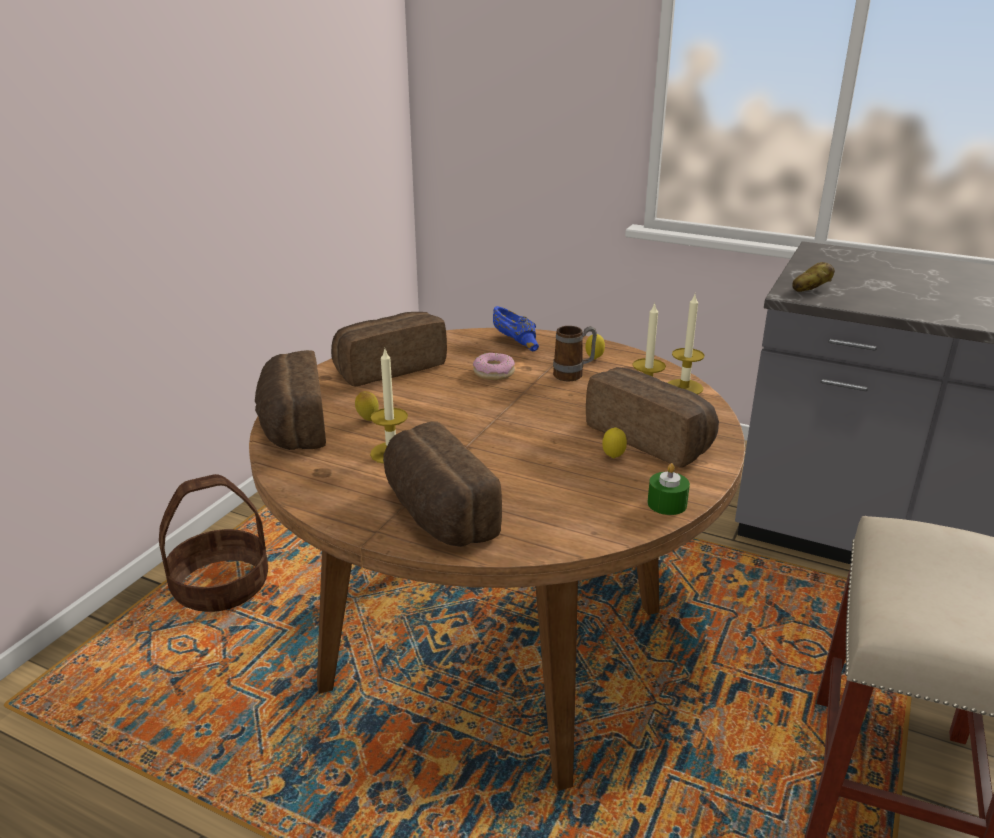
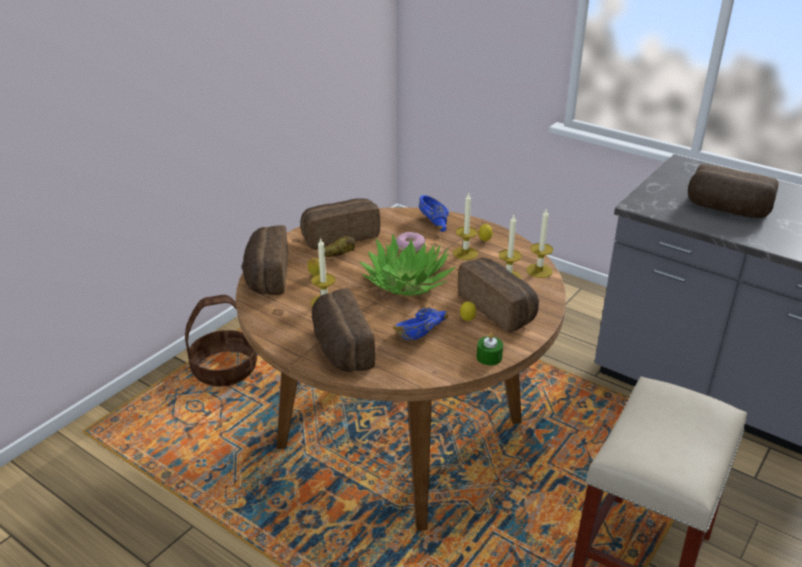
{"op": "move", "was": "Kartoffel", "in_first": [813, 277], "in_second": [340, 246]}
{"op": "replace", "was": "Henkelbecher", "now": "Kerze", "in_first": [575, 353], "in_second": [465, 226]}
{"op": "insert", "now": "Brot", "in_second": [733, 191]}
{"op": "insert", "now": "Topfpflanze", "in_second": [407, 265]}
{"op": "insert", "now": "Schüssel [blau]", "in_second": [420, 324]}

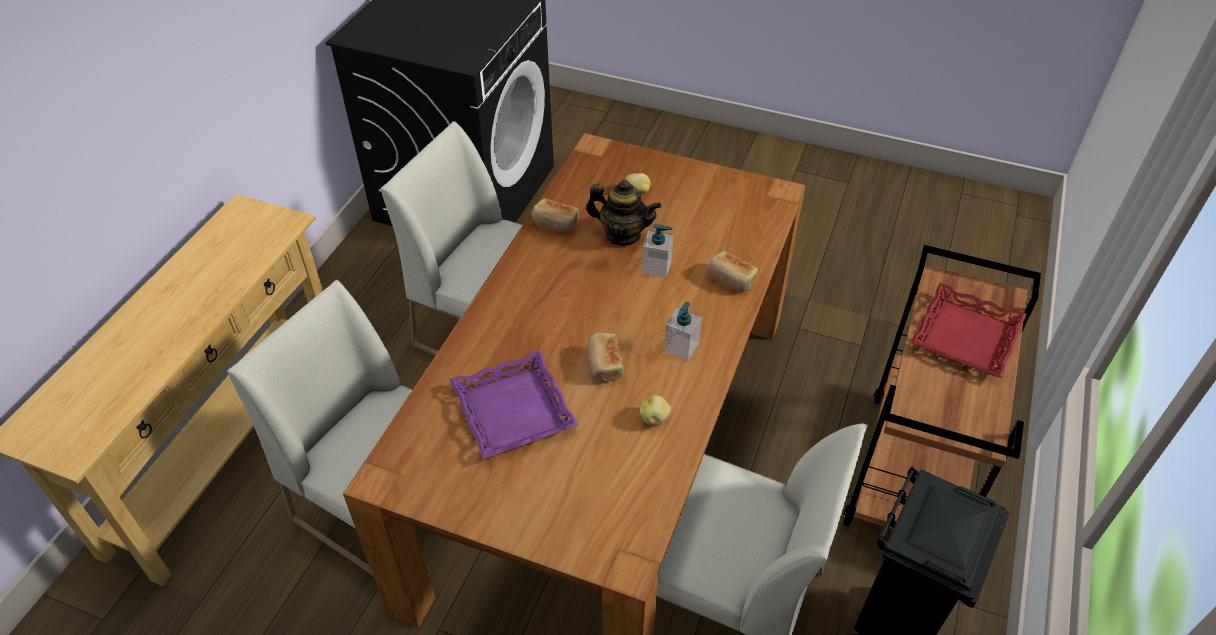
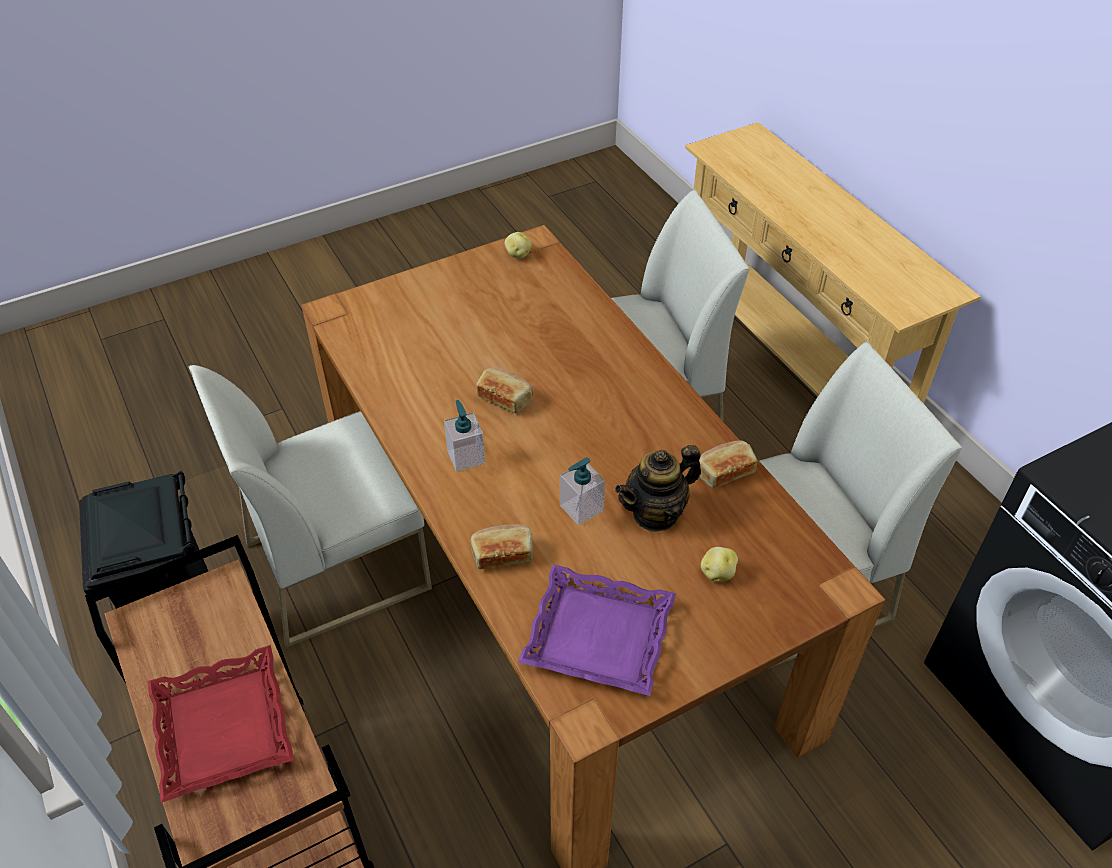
{"op": "move", "was": "Tablett [lila]", "in_first": [513, 404], "in_second": [597, 630]}
{"op": "move", "was": "Kartoffel", "in_first": [655, 410], "in_second": [518, 245]}

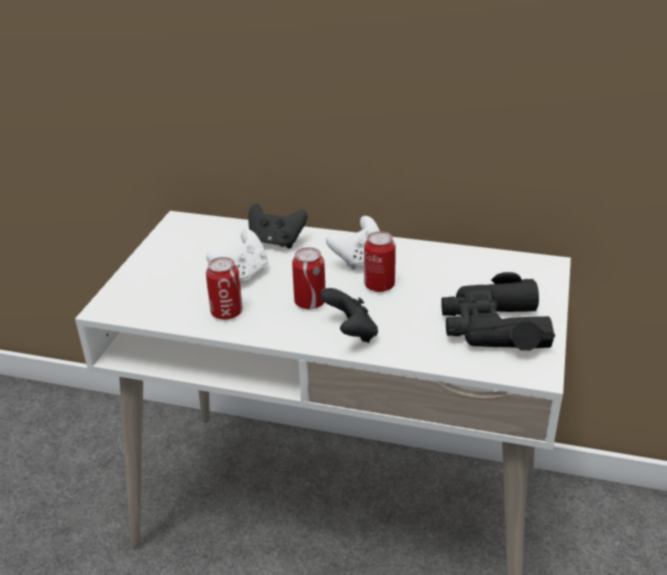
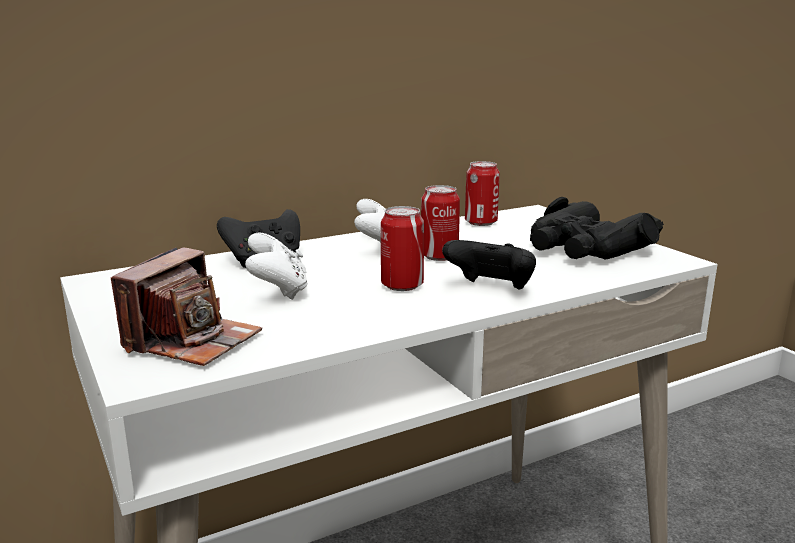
{"op": "move", "was": "Dose", "in_first": [224, 288], "in_second": [482, 193]}
{"op": "insert", "now": "Kamera", "in_second": [186, 306]}

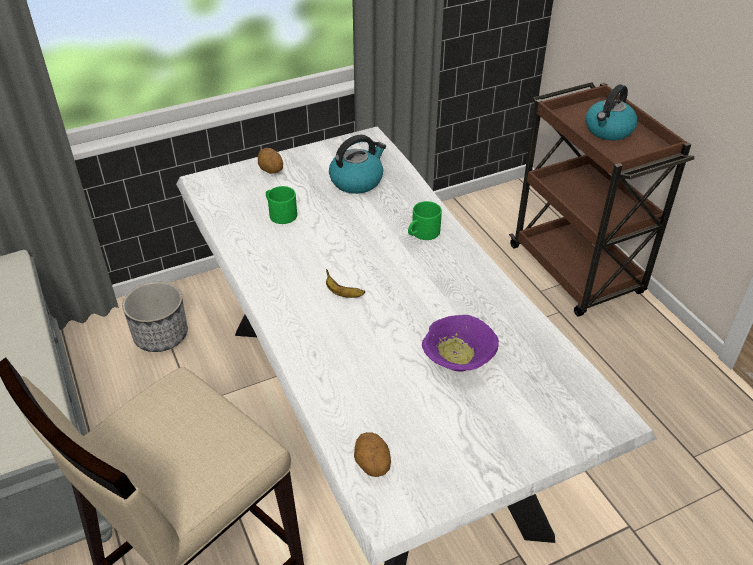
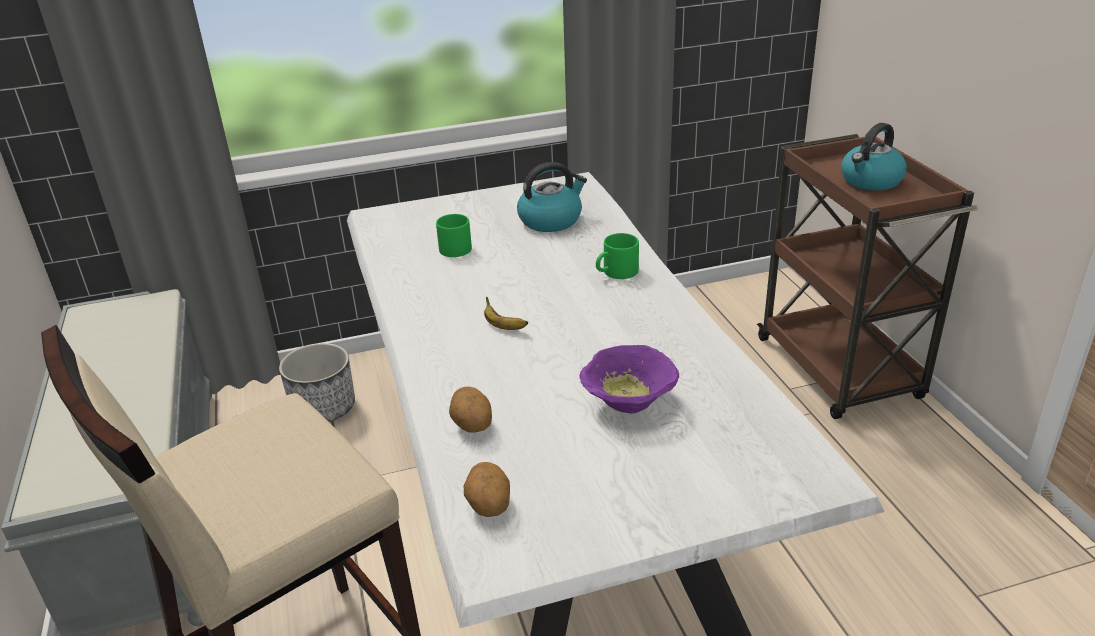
{"op": "move", "was": "Kartoffel", "in_first": [270, 161], "in_second": [470, 410]}

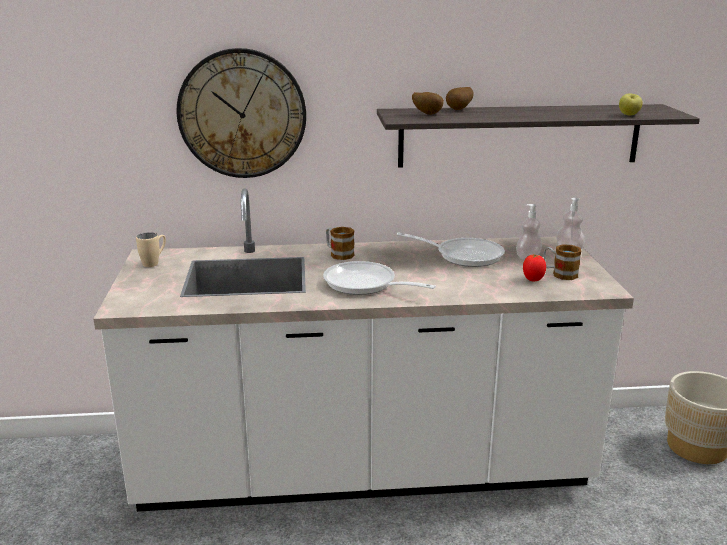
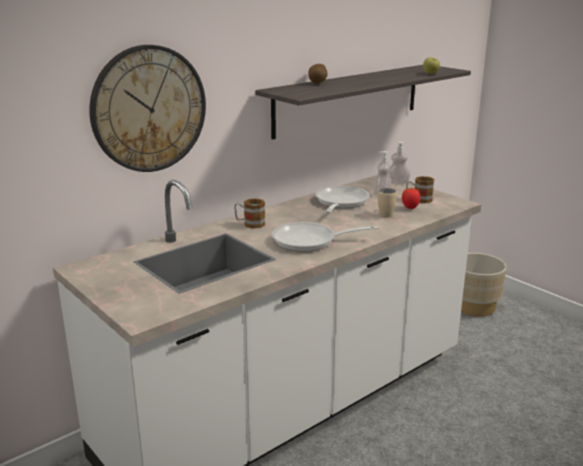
{"op": "delete", "was": "Kartoffel", "in_first": [428, 103]}
{"op": "move", "was": "Henkelbecher [beige]", "in_first": [151, 249], "in_second": [387, 203]}
{"op": "rotate", "was": "Pfanne", "in_first": [451, 249], "in_second": [343, 199], "clockwise": -60}

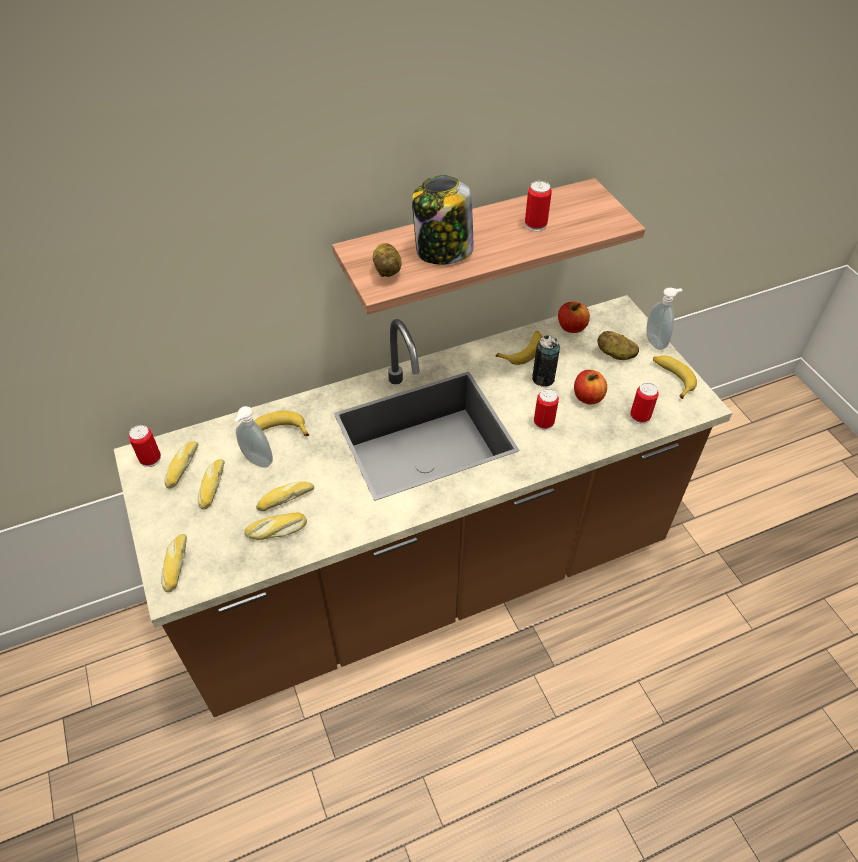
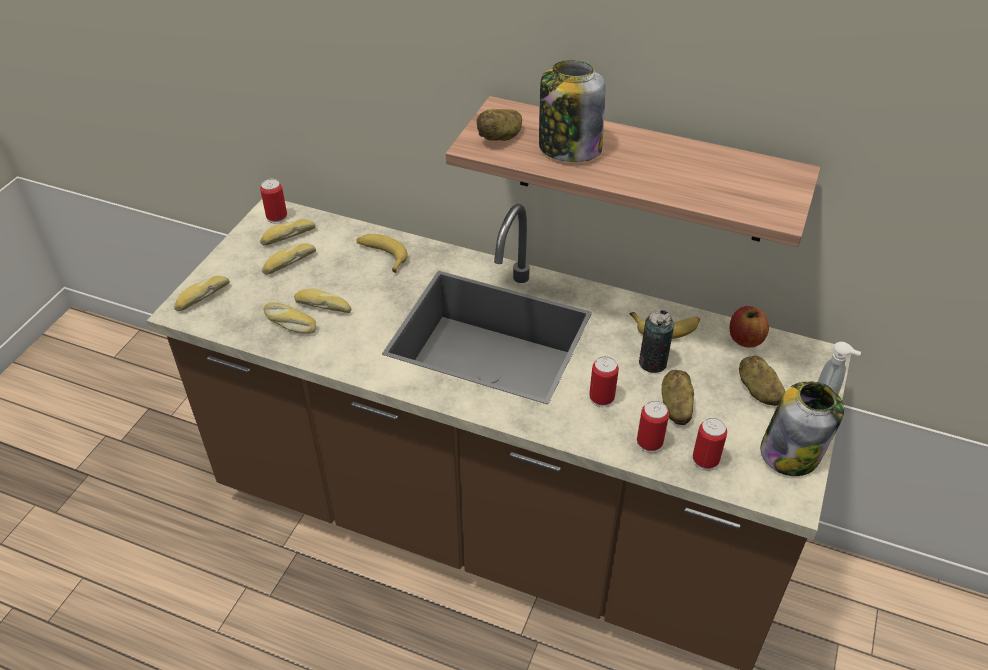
{"op": "move", "was": "Dose", "in_first": [538, 206], "in_second": [653, 426]}
{"op": "replace", "was": "Banane", "now": "Vorratsglas", "in_first": [675, 377], "in_second": [802, 428]}
{"op": "replace", "was": "Apfel", "now": "Kartoffel", "in_first": [590, 387], "in_second": [678, 397]}
{"op": "delete", "was": "Seifenspender", "in_first": [253, 437]}

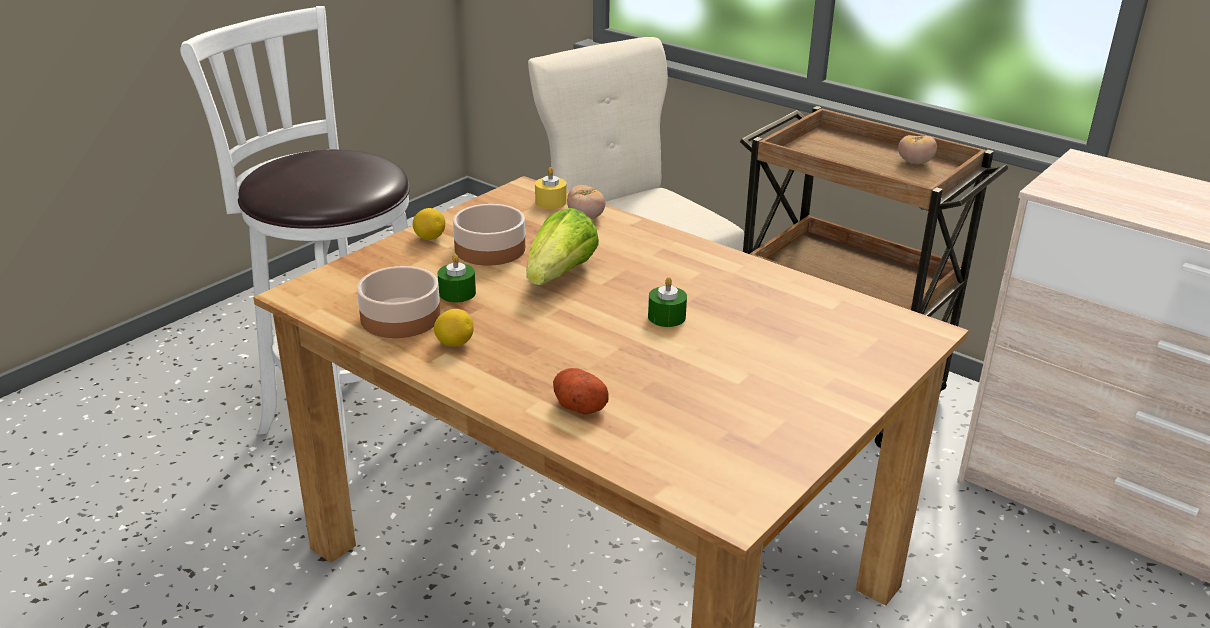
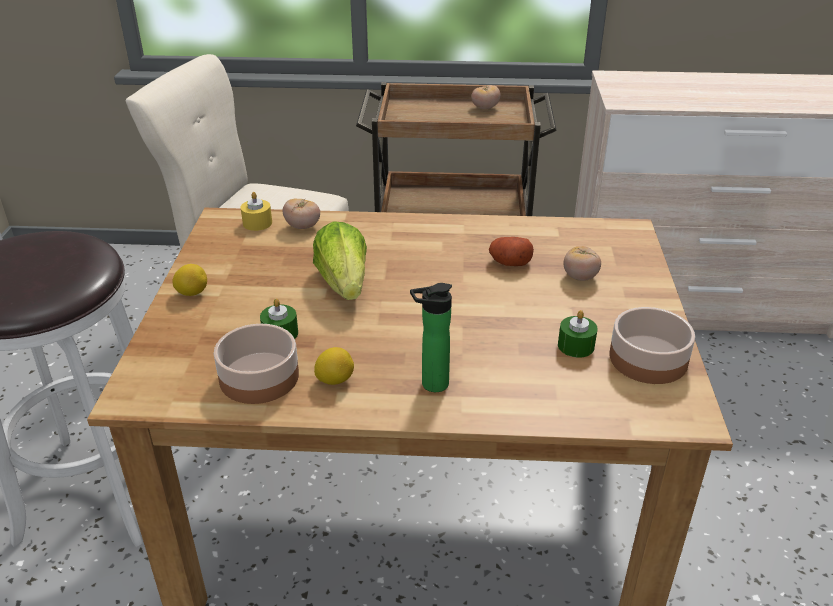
{"op": "move", "was": "Schüssel", "in_first": [489, 235], "in_second": [652, 345]}
{"op": "move", "was": "Kerze [grün]", "in_first": [667, 302], "in_second": [578, 334]}
{"op": "move", "was": "Kartoffel", "in_first": [581, 391], "in_second": [511, 251]}
{"op": "insert", "now": "Tomate", "in_second": [582, 263]}
{"op": "insert", "now": "Flasche", "in_second": [431, 337]}

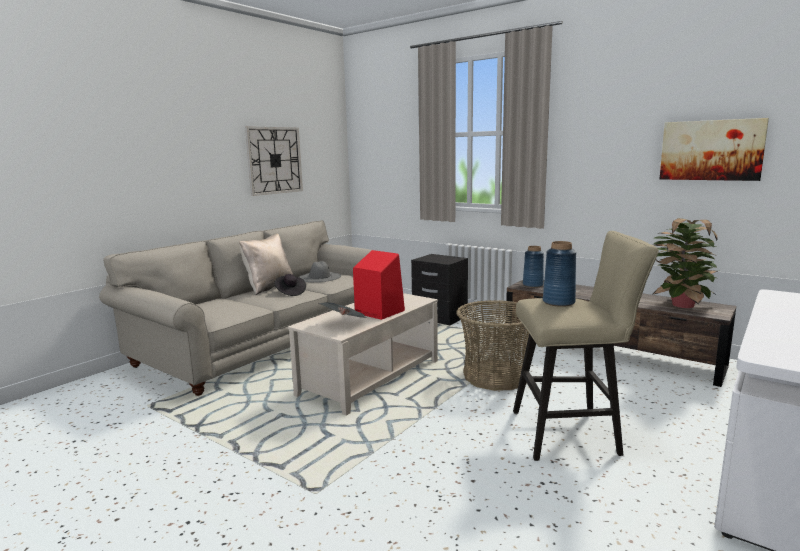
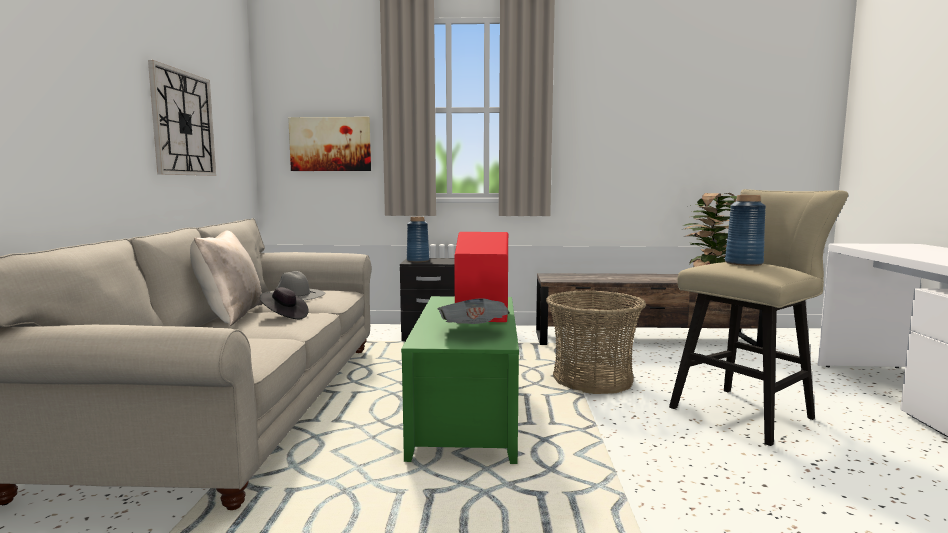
{"op": "move", "was": "Bild", "in_first": [714, 149], "in_second": [329, 144]}
{"op": "move", "was": "Vase [blau]", "in_first": [533, 267], "in_second": [418, 239]}
{"op": "recolor", "was": "Couchtisch [beige]", "now": "Couchtisch [grün]", "in_first": [363, 354], "in_second": [460, 380]}

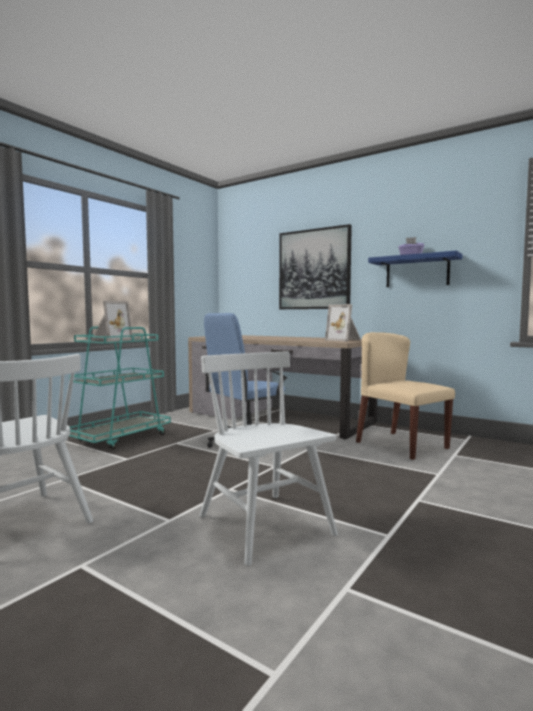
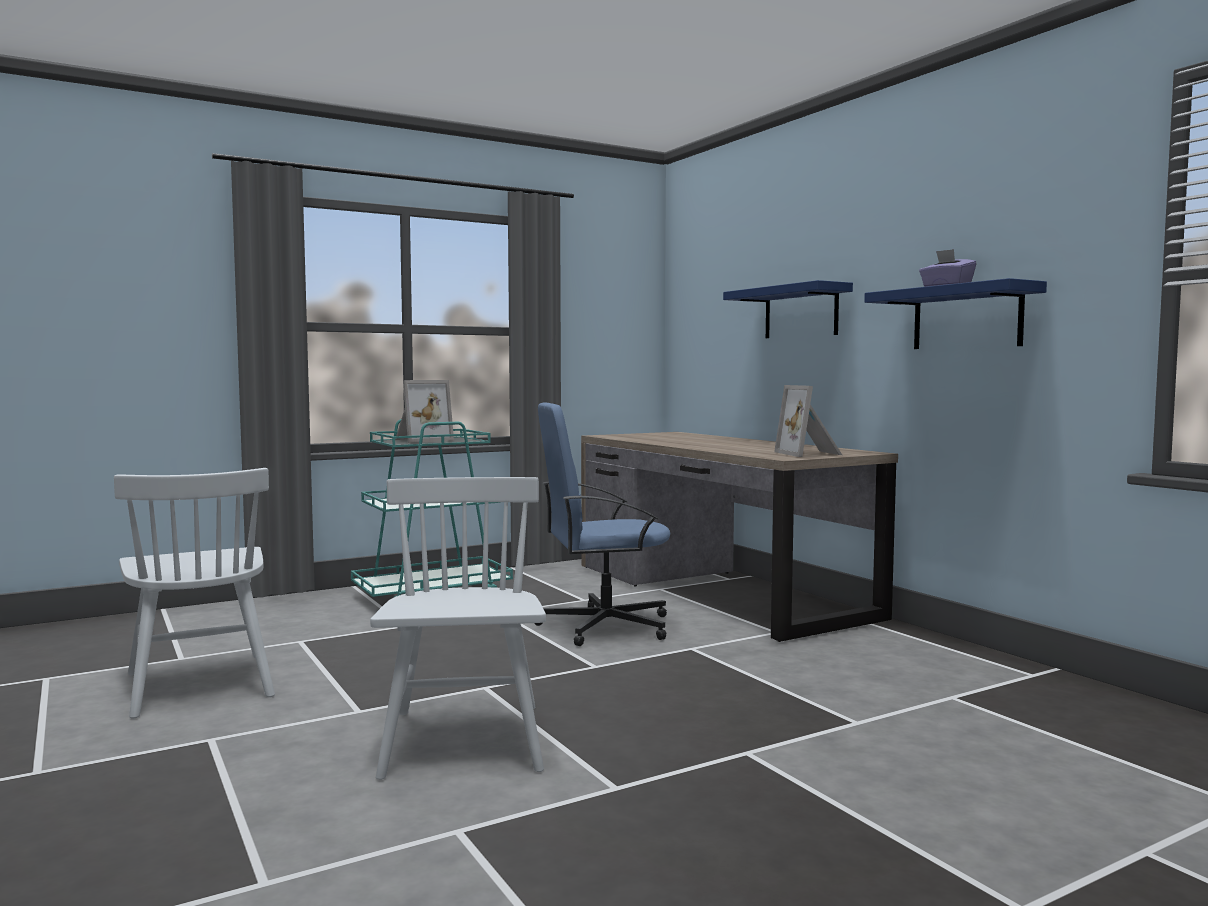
{"op": "replace", "was": "Bild", "now": "Wandregal [blau]", "in_first": [315, 266], "in_second": [788, 309]}
{"op": "delete", "was": "Stuhl [beige]", "in_first": [405, 396]}

